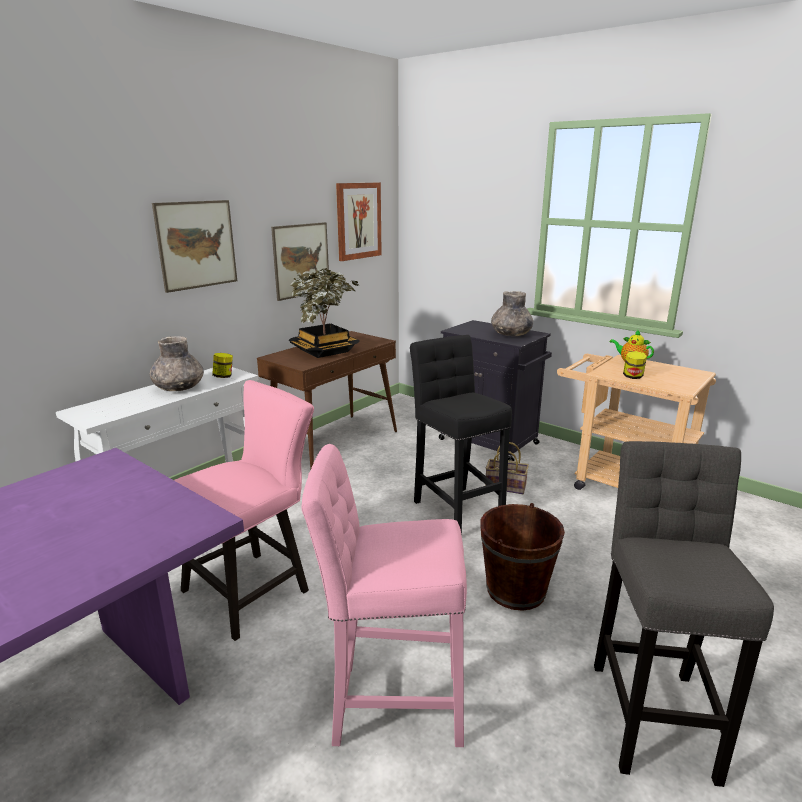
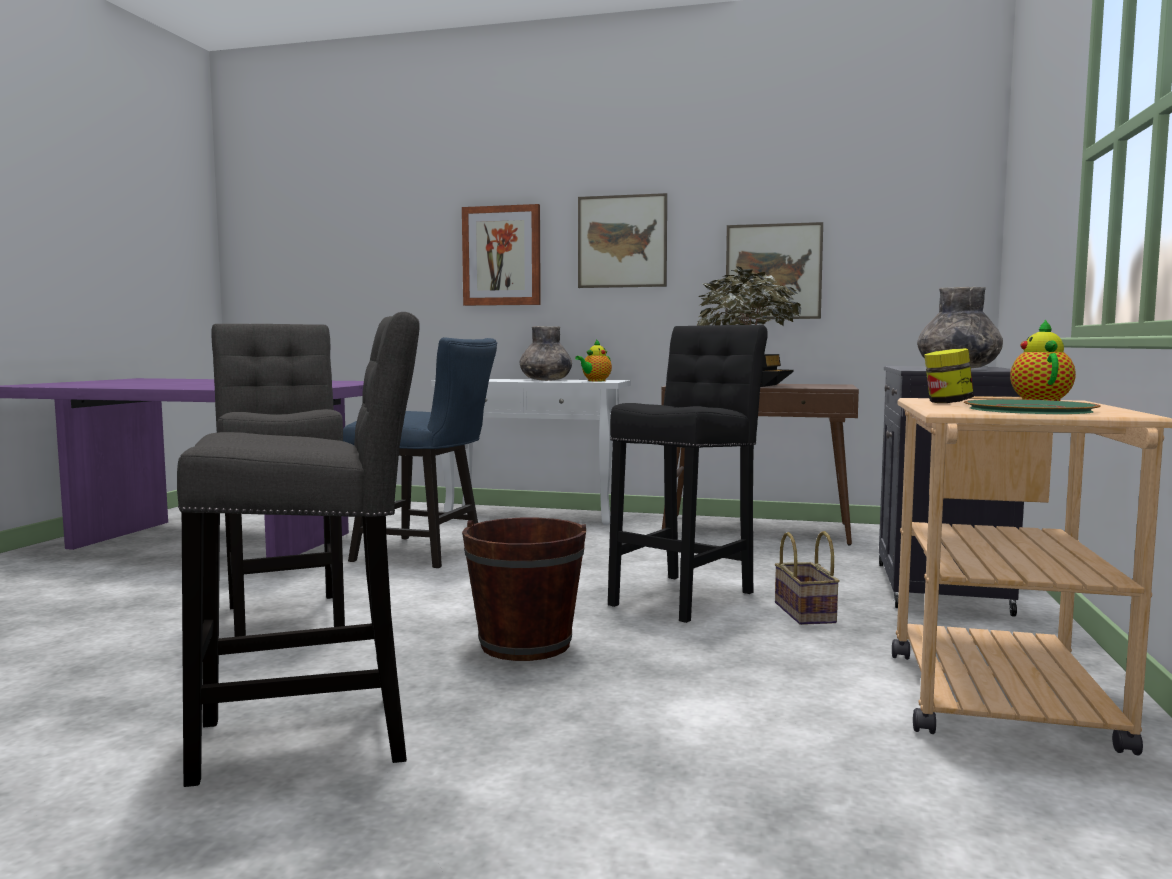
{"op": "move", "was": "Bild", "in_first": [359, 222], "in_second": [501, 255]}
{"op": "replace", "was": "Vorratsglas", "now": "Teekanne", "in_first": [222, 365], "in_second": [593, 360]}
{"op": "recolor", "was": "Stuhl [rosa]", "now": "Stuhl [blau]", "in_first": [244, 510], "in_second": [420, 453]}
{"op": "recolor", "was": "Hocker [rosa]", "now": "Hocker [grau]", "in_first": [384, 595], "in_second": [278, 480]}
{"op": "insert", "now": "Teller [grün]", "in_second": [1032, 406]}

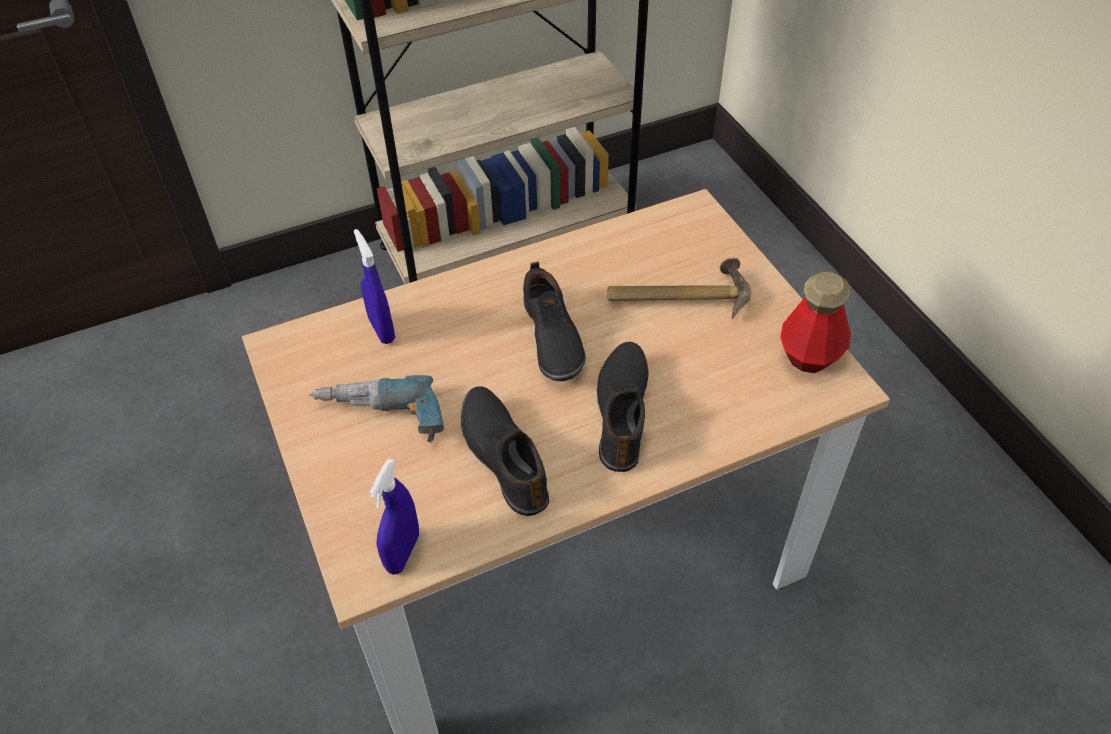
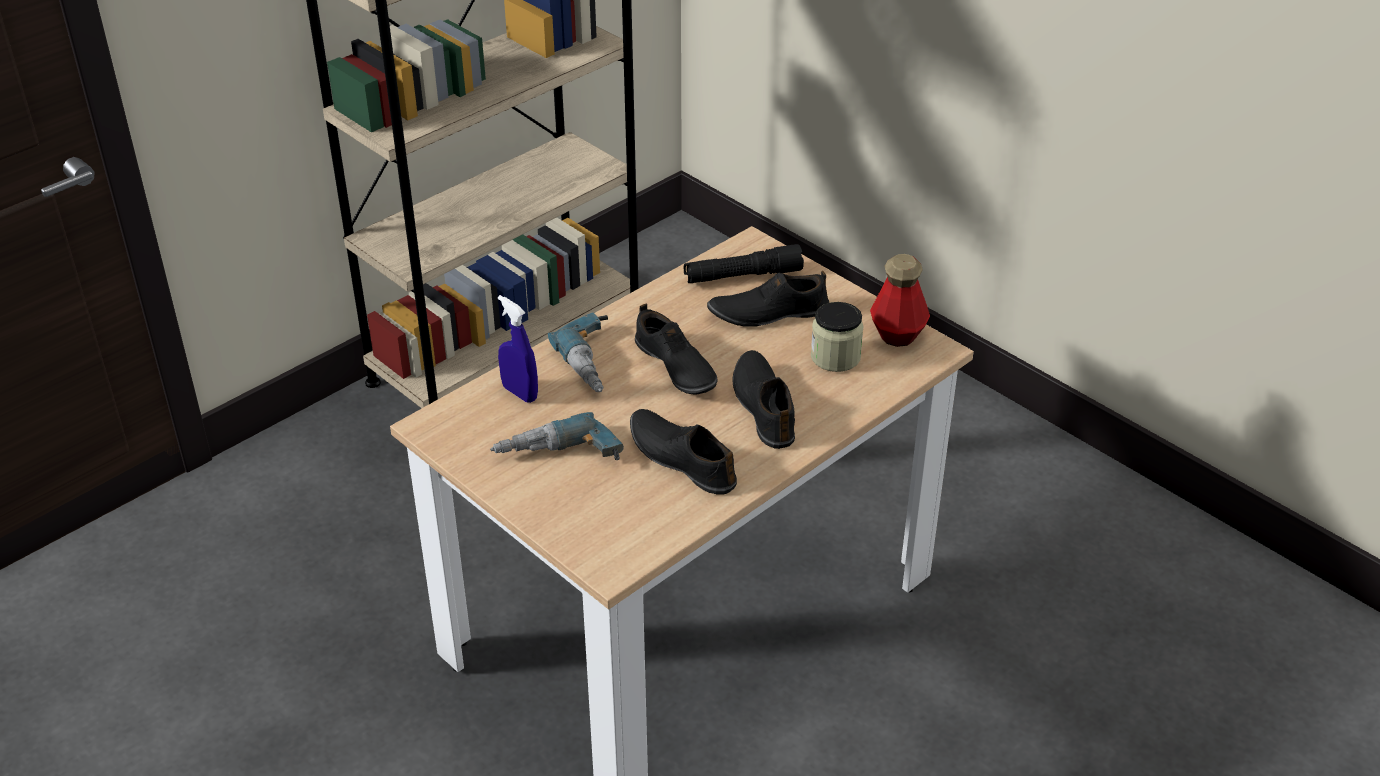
{"op": "replace", "was": "Hammer", "now": "Schuh [schwarz]", "in_first": [679, 288], "in_second": [768, 298]}
{"op": "delete", "was": "Sprühflasche [blau]", "in_first": [394, 516]}
{"op": "insert", "now": "Taschenlampe [schwarz]", "in_second": [744, 263]}
{"op": "insert", "now": "Vorratsglas", "in_second": [837, 337]}
{"op": "insert", "now": "Bohrmaschine", "in_second": [578, 352]}

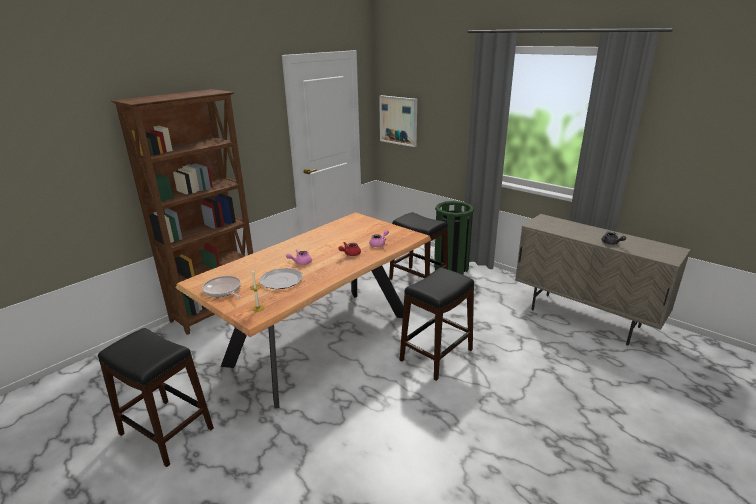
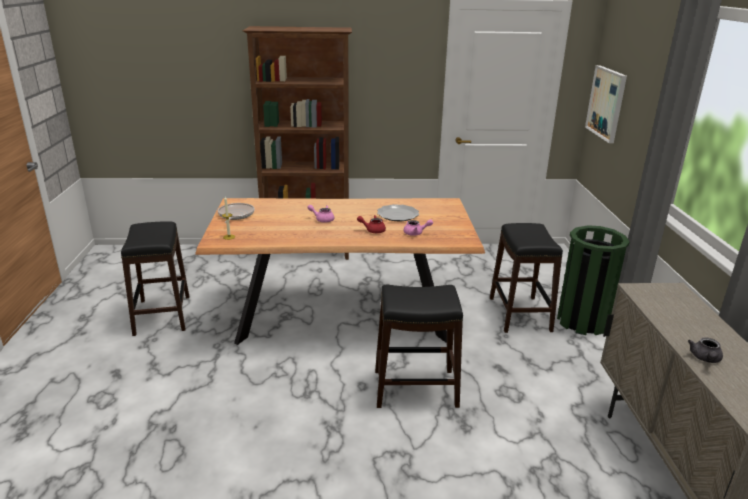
{"op": "move", "was": "Teller", "in_first": [281, 278], "in_second": [398, 212]}

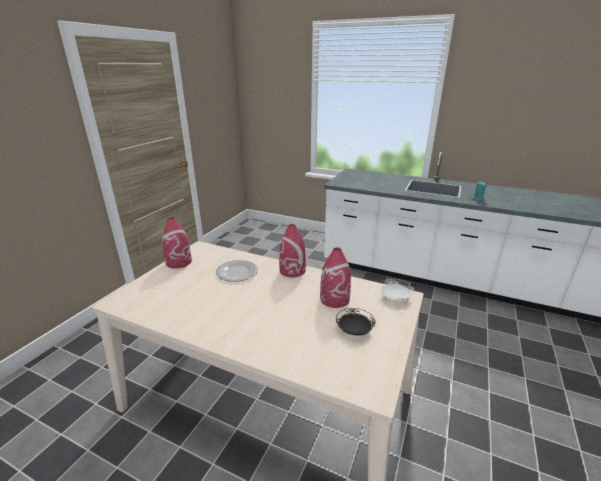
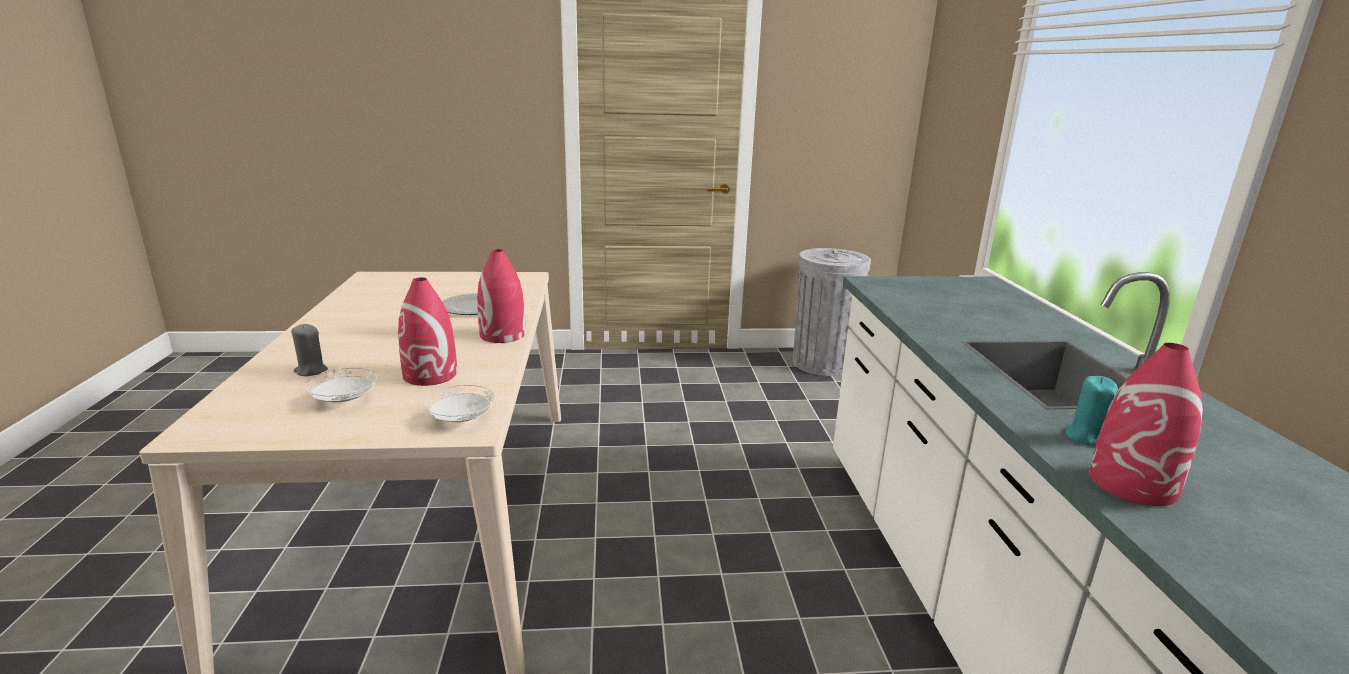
{"op": "move", "was": "Vase [rot]", "in_first": [177, 243], "in_second": [1146, 424]}
{"op": "recolor", "was": "Teller [schwarz]", "now": "Teller [weiß]", "in_first": [355, 322], "in_second": [340, 385]}
{"op": "insert", "now": "Mülleimer [grau]", "in_second": [832, 312]}
{"op": "insert", "now": "Kerze [grau]", "in_second": [309, 350]}

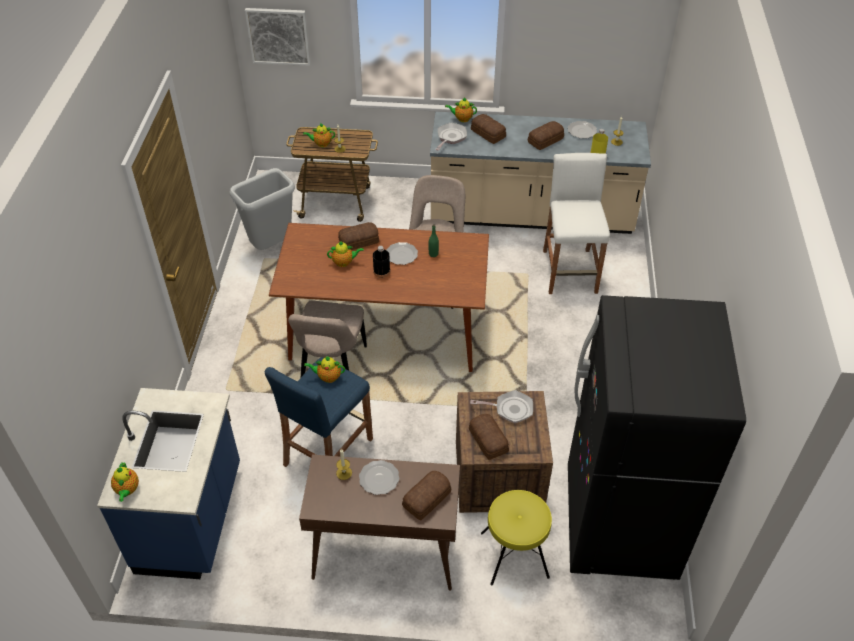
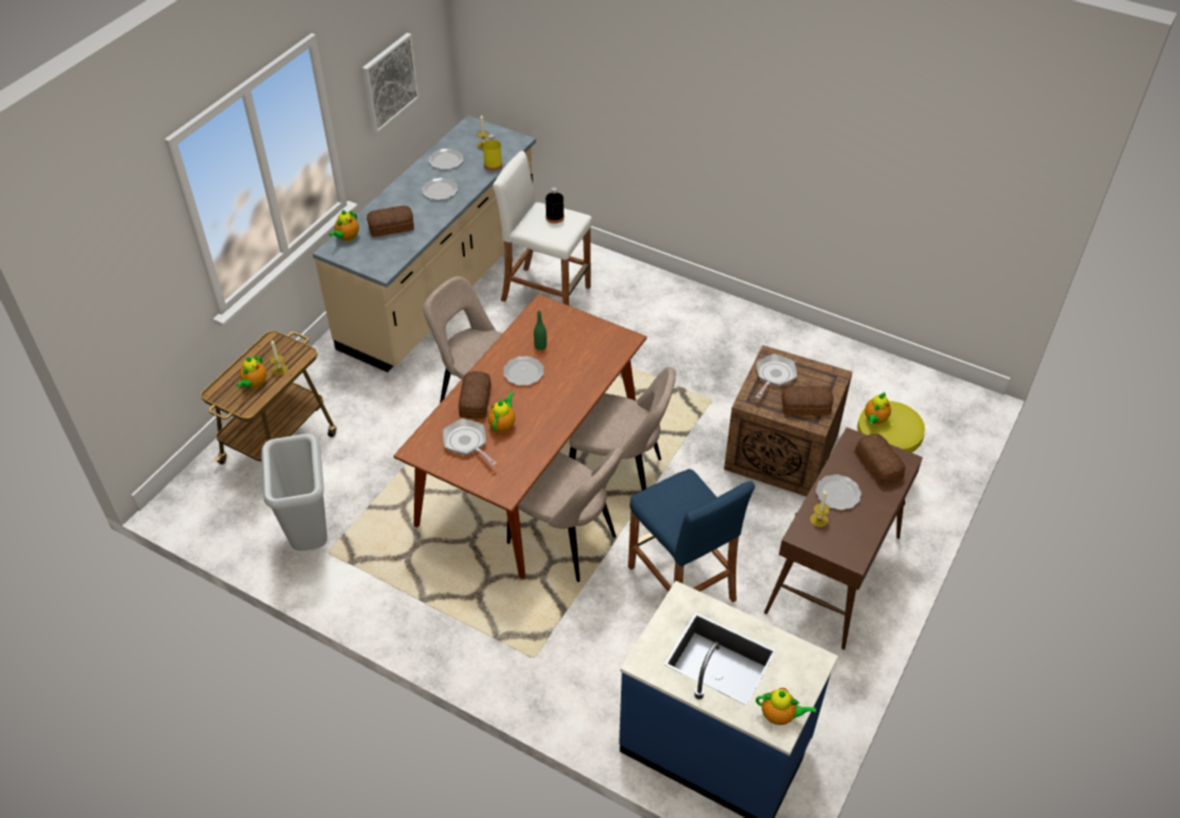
{"op": "move", "was": "Bild", "in_first": [278, 37], "in_second": [390, 83]}
{"op": "replace", "was": "Brot", "now": "Teller", "in_first": [546, 135], "in_second": [440, 189]}
{"op": "move", "was": "Pfanne", "in_first": [451, 137], "in_second": [470, 442]}
{"op": "move", "was": "Flasche [schwarz]", "in_first": [381, 262], "in_second": [555, 205]}
{"op": "delete", "was": "Kühlschrank [schwarz]", "in_first": [657, 437]}
{"op": "move", "was": "Teekanne", "in_first": [324, 369], "in_second": [878, 408]}
{"op": "insert", "now": "Stuhl [beige]", "in_second": [622, 429]}

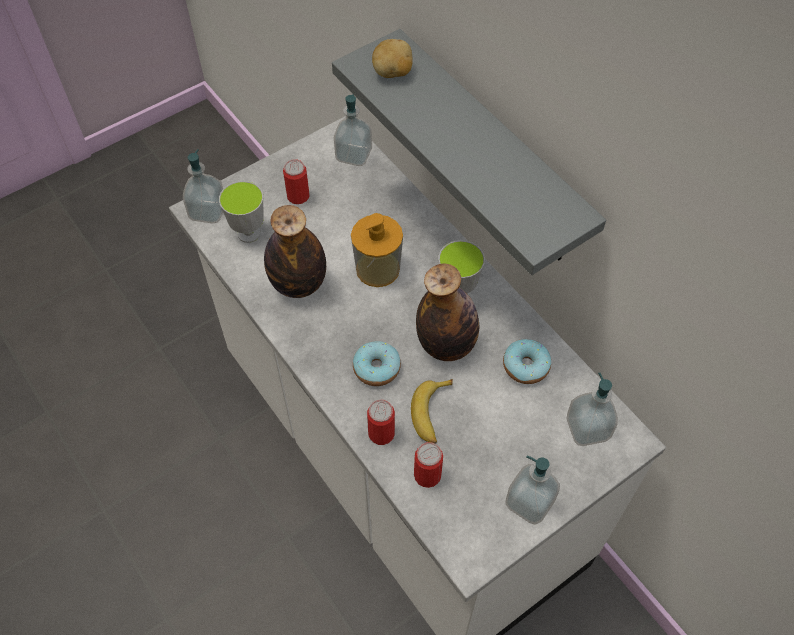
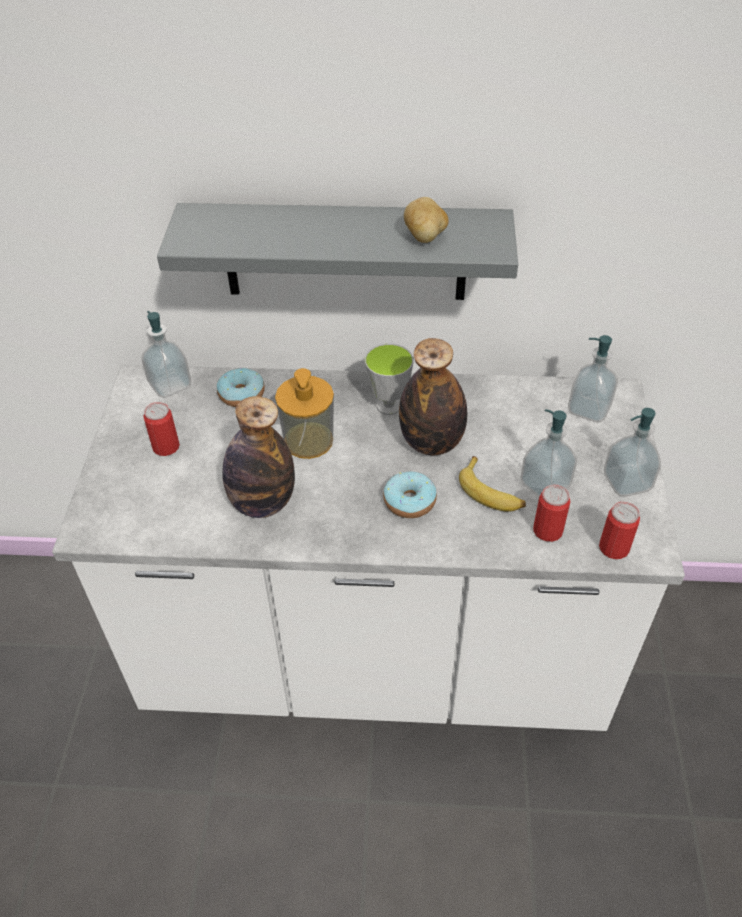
{"op": "move", "was": "Kartoffel", "in_first": [392, 58], "in_second": [426, 220]}
{"op": "move", "was": "Seifenspender", "in_first": [203, 186], "in_second": [549, 453]}
{"op": "delete", "was": "Tasse", "in_first": [241, 212]}
{"op": "move", "was": "Donut", "in_first": [527, 361], "in_second": [241, 387]}
{"op": "move", "was": "Dose", "in_first": [381, 422], "in_second": [619, 530]}

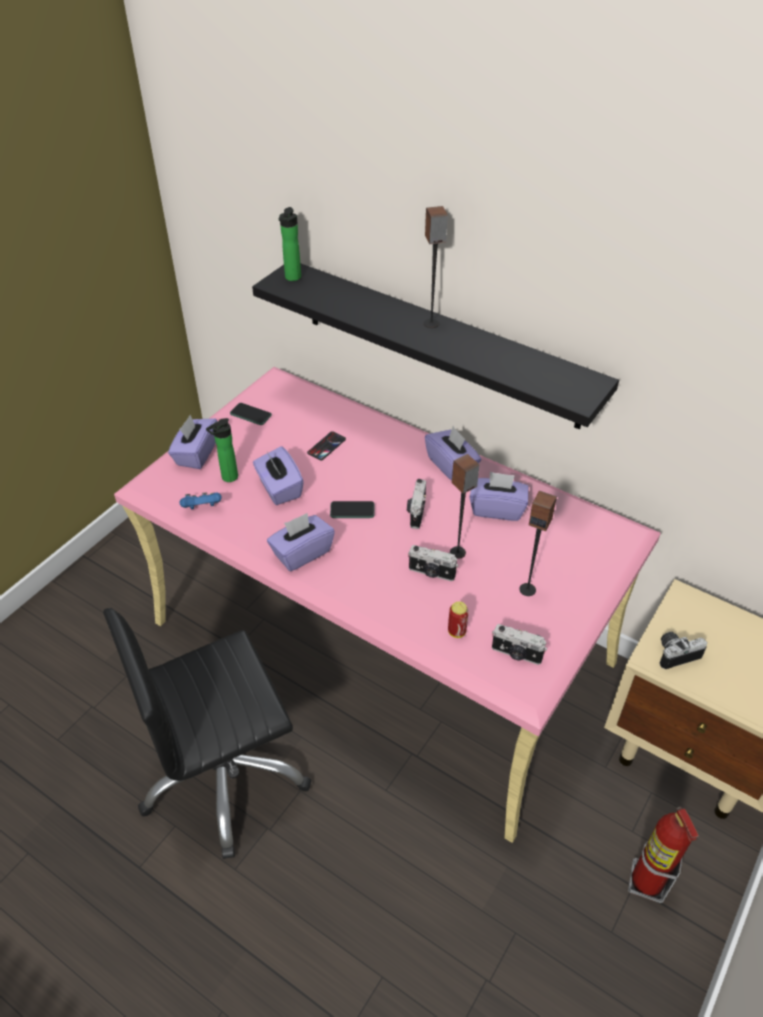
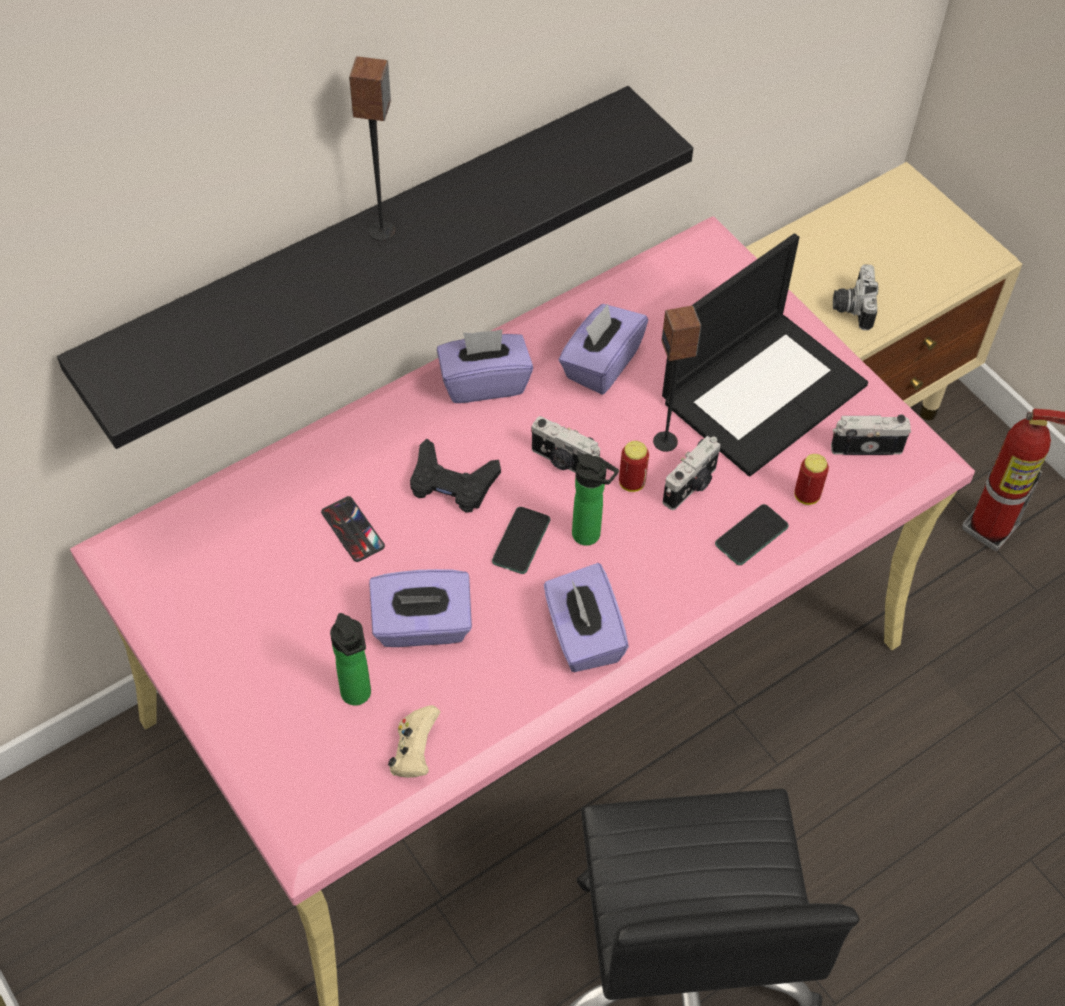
{"op": "move", "was": "Flasche", "in_first": [290, 244], "in_second": [595, 500]}
{"op": "move", "was": "Handy", "in_first": [251, 414], "in_second": [752, 534]}
{"op": "delete", "was": "Taschentuchbox [lila]", "in_first": [193, 442]}
{"op": "replace", "was": "Lautsprecher", "now": "Laptop", "in_first": [538, 543], "in_second": [765, 355]}
{"op": "recolor", "was": "Gamepad [blau]", "now": "Gamepad [beige]", "in_first": [200, 501], "in_second": [414, 741]}
{"op": "rotate", "was": "Kamera", "in_first": [519, 644], "in_second": [871, 434], "clockwise": -135}
{"op": "insert", "now": "Gamepad [schwarz]", "in_second": [455, 476]}
{"op": "insert", "now": "Dose", "in_second": [634, 466]}

